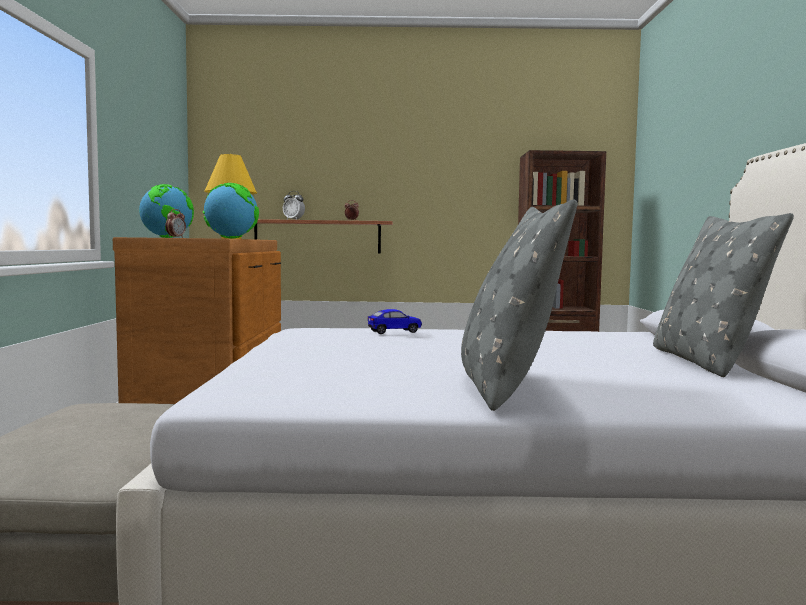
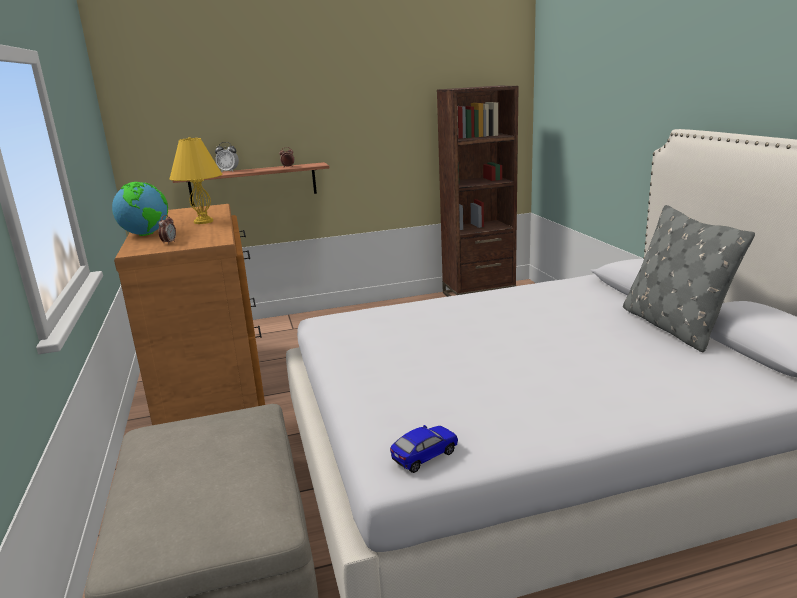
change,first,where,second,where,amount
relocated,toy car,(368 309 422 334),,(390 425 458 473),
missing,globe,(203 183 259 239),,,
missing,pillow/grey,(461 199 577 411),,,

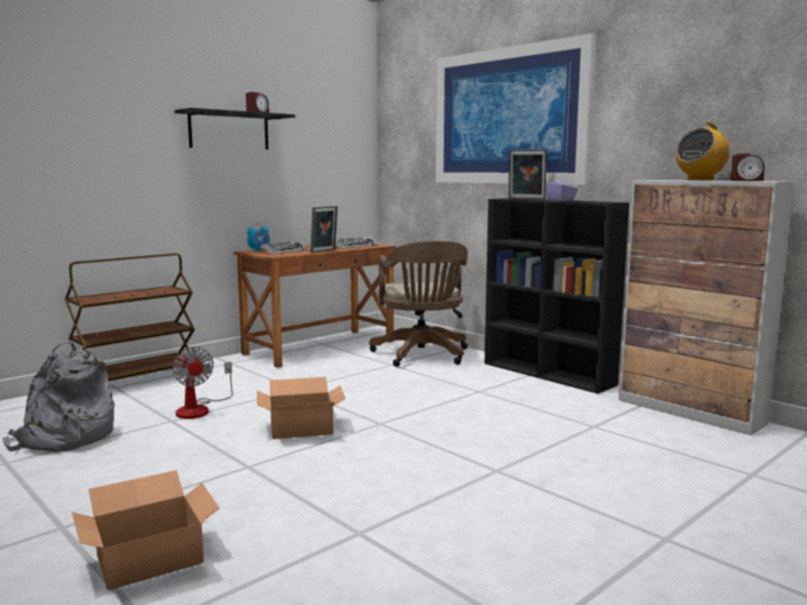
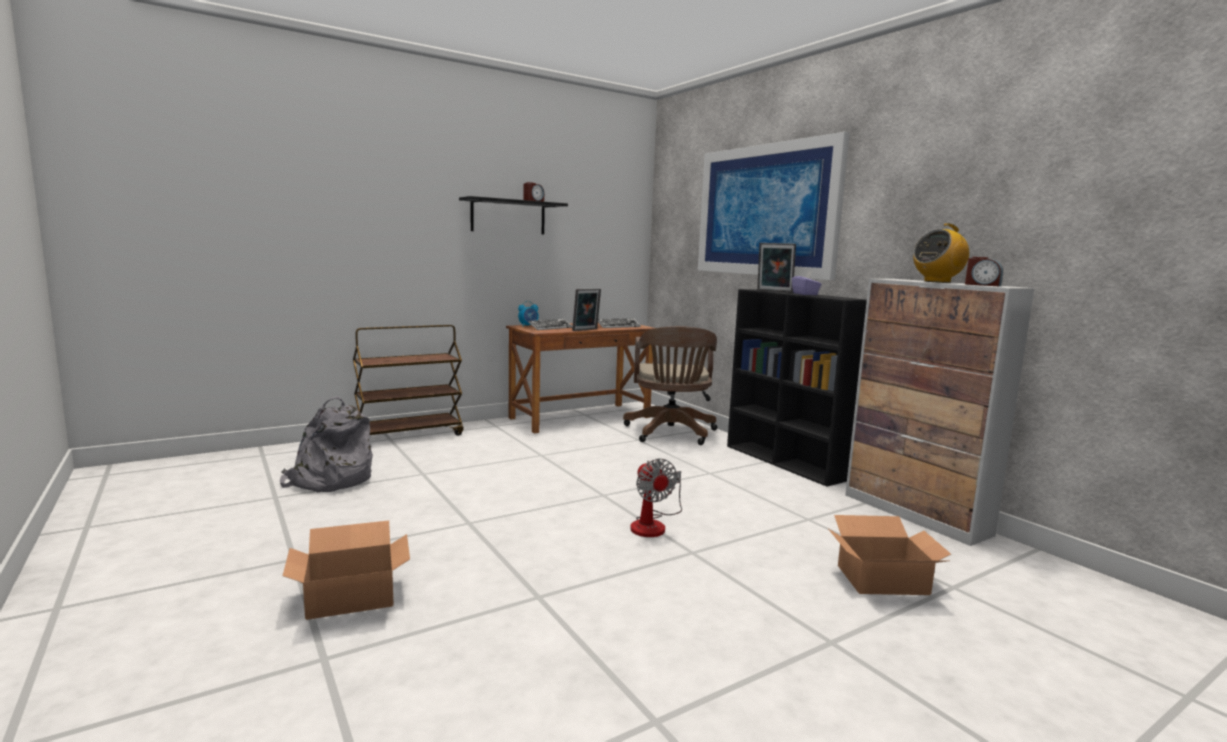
change,first,where,second,where,amount
relocated,fan,(173 346 233 419),,(630 458 682 537),
relocated,cardboard box,(257 377 346 439),,(828 515 951 595),

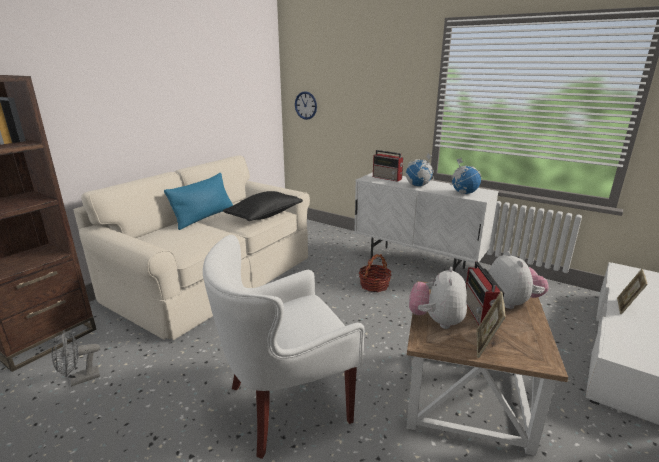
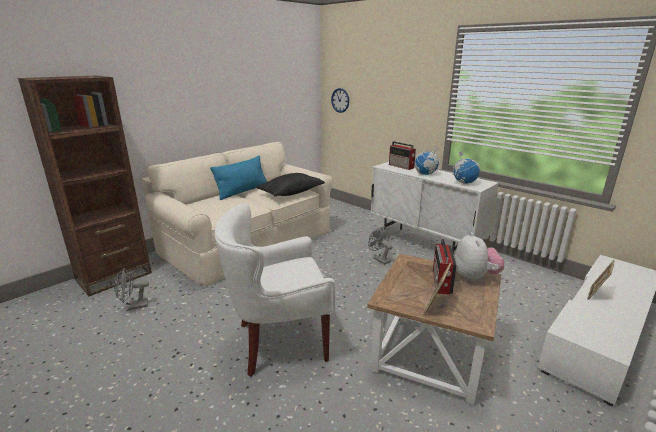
change,first,where,second,where,amount
exchanged,basket,(359 254 391 292),fan/grey,(368 227 393 265),
missing,plush toy,(409 267 467 329),,,

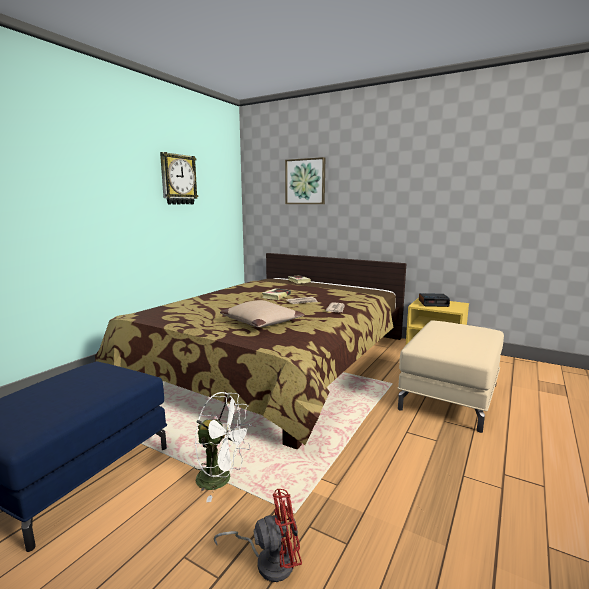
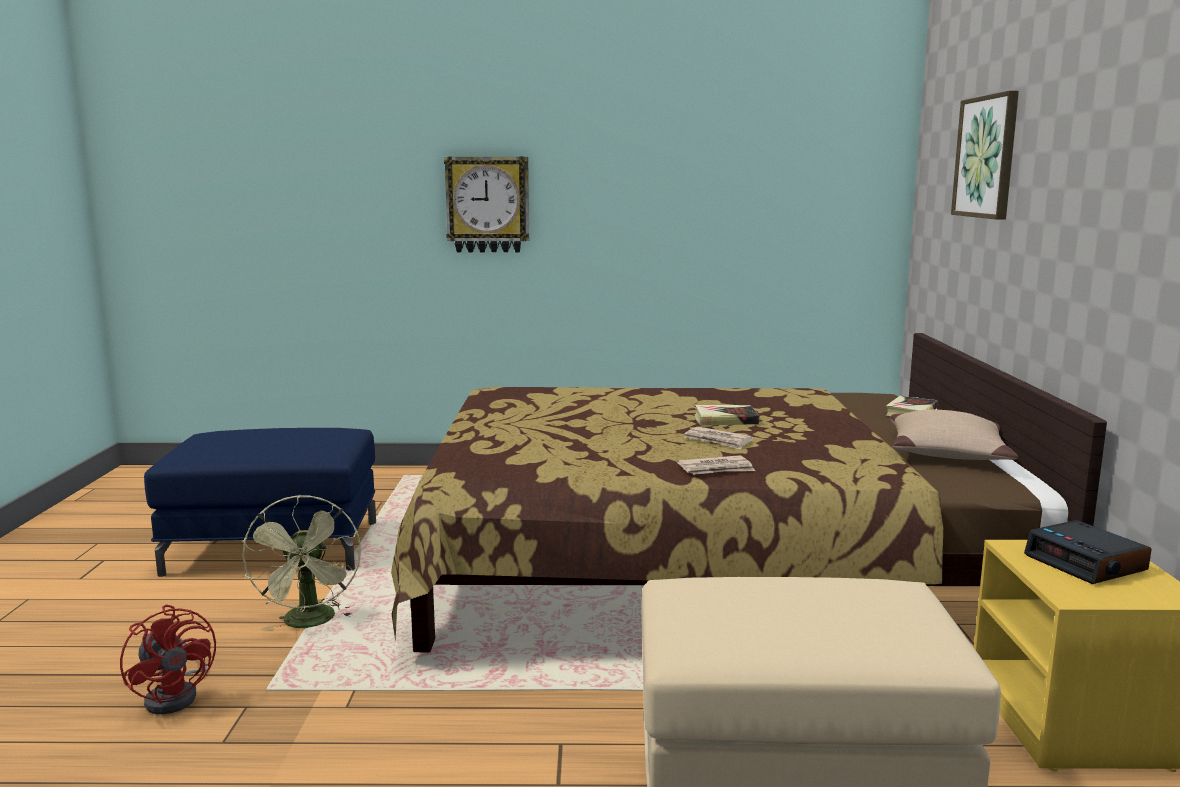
change,first,where,second,where,amount
colour,fan/white,(194 392 252 502),fan/green,(242 495 361 630),
relocated,wall clock,(160 152 198 204),,(444 157 529 252),
relocated,pillow/beige,(220 300 305 327),,(890 410 1018 460),

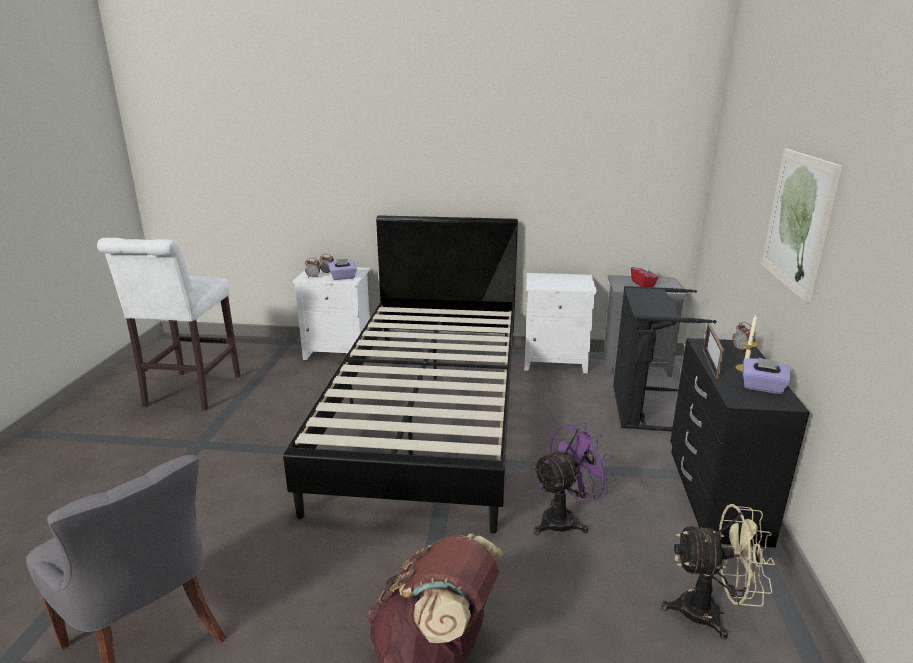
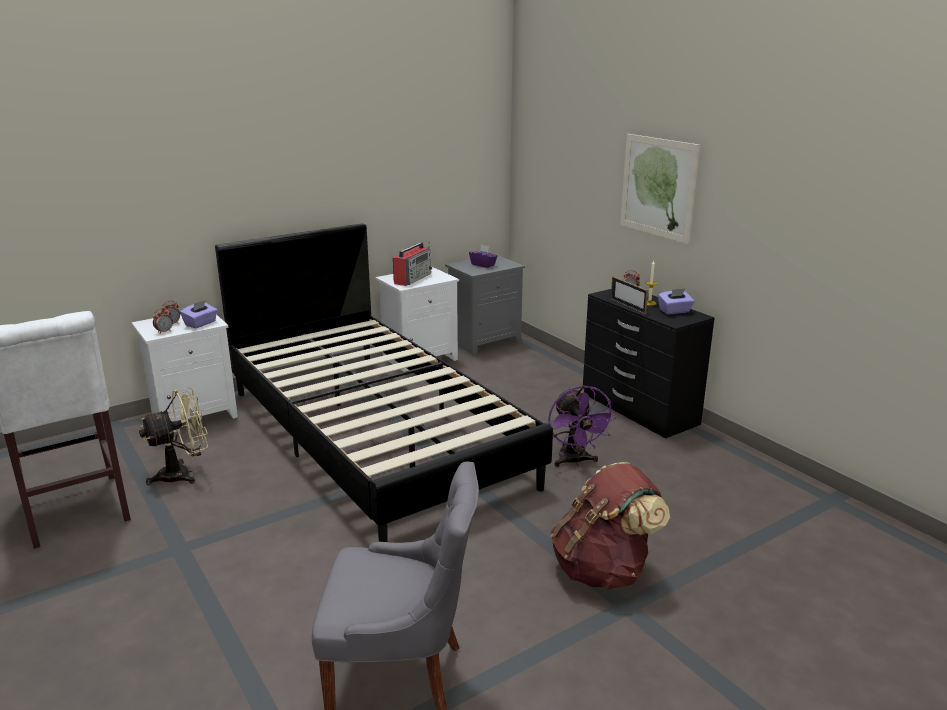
change,first,where,second,where,amount
relocated,fan/beige,(661 504 776 640),,(139 388 208 485),
appeared,,,radio,(393 241 432 286),
colour,tissue box/red,(631 263 658 287),tissue box/purple,(469 245 498 268),
spun,fan/purple,(532 422 616 535),,(548 385 617 467),150 degrees clockwise
missing,laundry basket/black,(613 286 717 432),,,

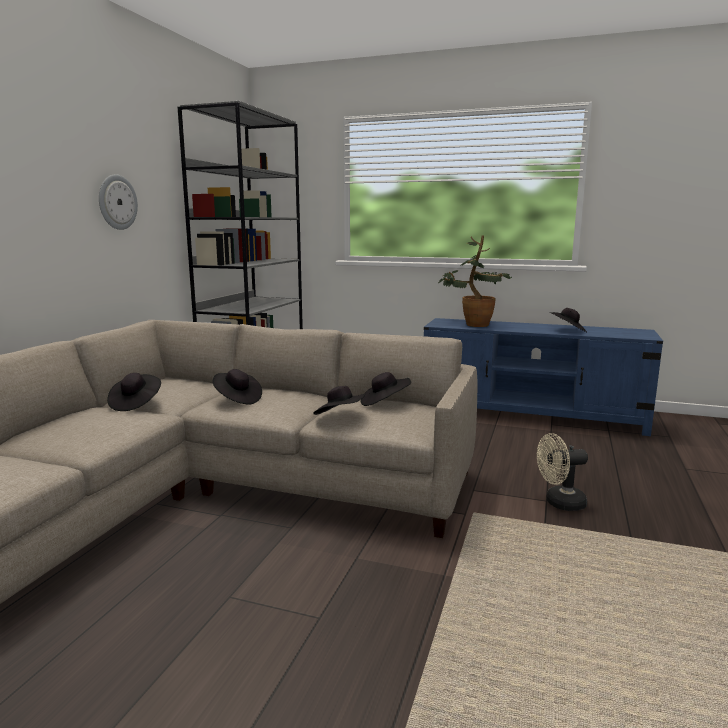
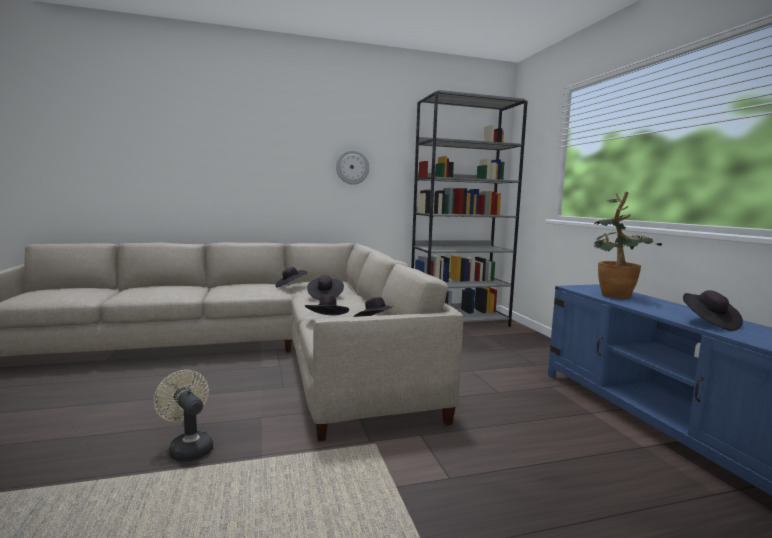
change,first,where,second,where,amount
relocated,fan/beige,(537 433 588 511),,(153 370 213 462),

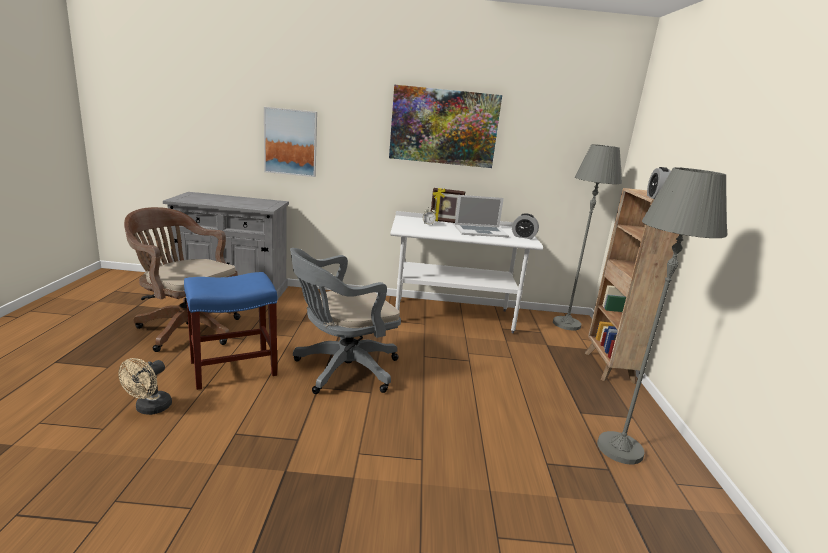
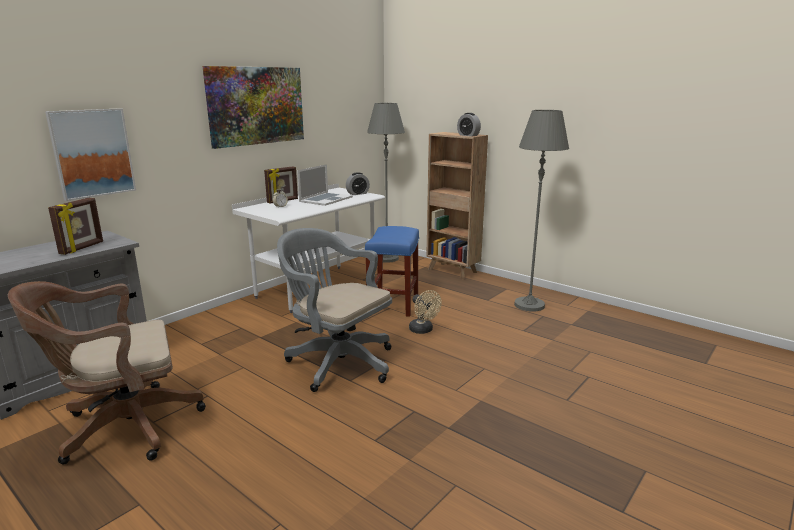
change,first,where,second,where,amount
appeared,,,picture frame,(48 198 103 255),
spun,office chair/grey,(290 248 401 394),,(277 228 392 392),120 degrees clockwise
relocated,stool/blue,(184 272 277 390),,(365 226 420 317),
relocated,fan/beige,(118 358 172 415),,(409 290 442 334),

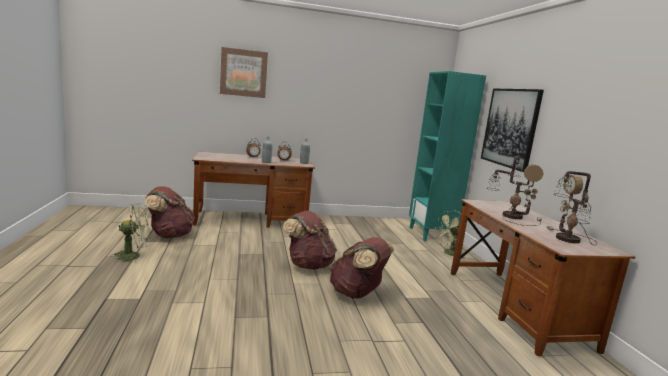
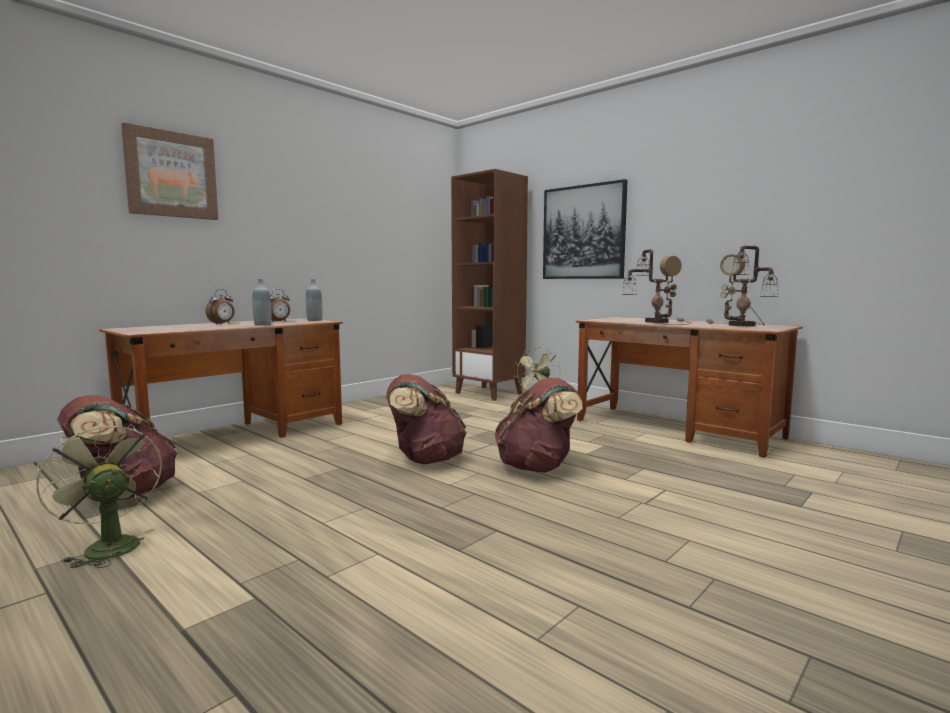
change,first,where,second,where,amount
spun,fan/green,(110 203 150 263),,(36 421 162 568),75 degrees counterclockwise
colour,bookcase/turquoise,(409 71 486 241),bookcase/brown,(451 169 528 401),

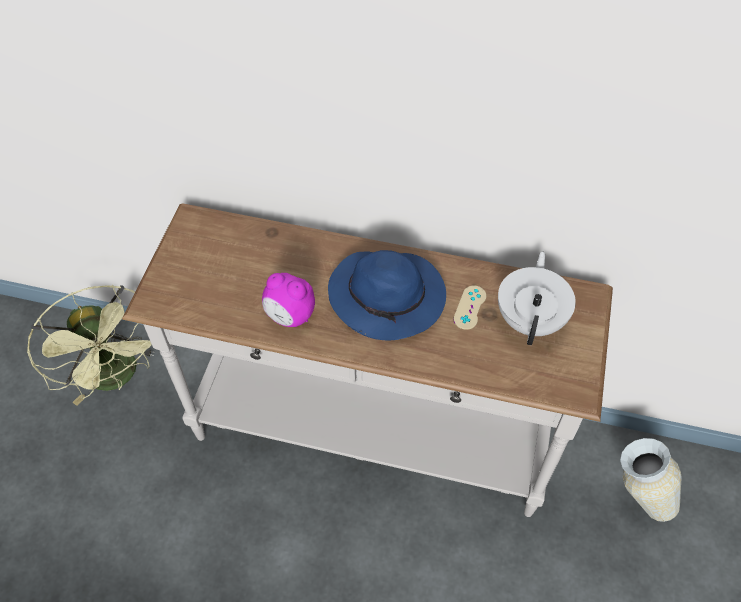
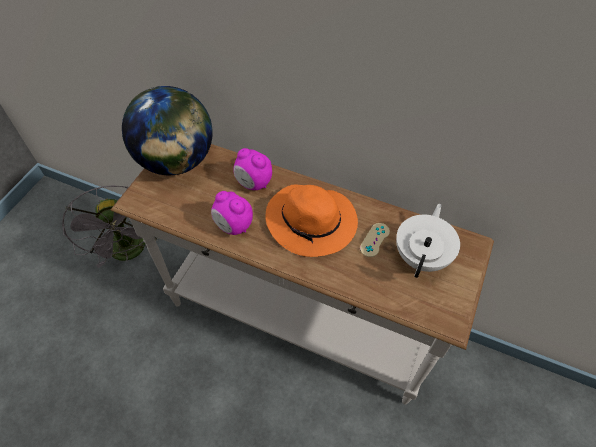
change,first,where,second,where,amount
colour,fan/green,(27 285 155 406),fan/grey,(62 185 159 268),
appeared,,,globe,(122 86 213 176),
appeared,,,alarm clock,(233 148 272 190),
colour,hat/blue,(328 250 446 341),hat/orange,(265 184 358 257),
missing,vase,(620 438 682 522),,,

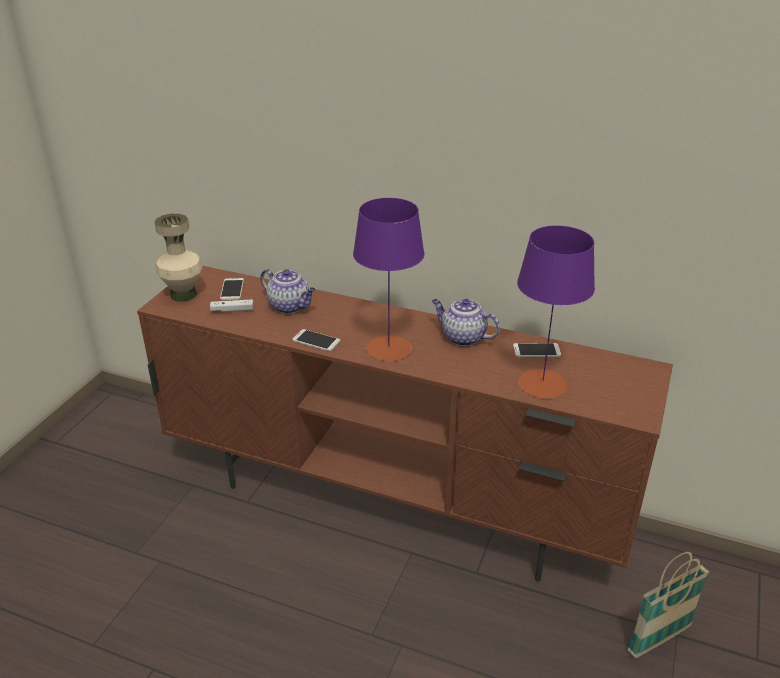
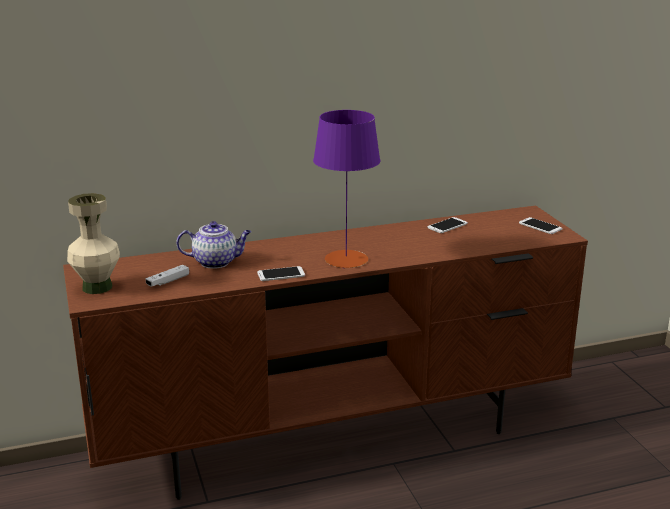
change,first,where,second,where,amount
relocated,phone,(220 278 244 300),,(519 217 562 234),
missing,teapot,(432 299 500 346),,,
missing,table lamp/purple,(517 225 595 399),,,
missing,basket,(628 552 709 658),,,

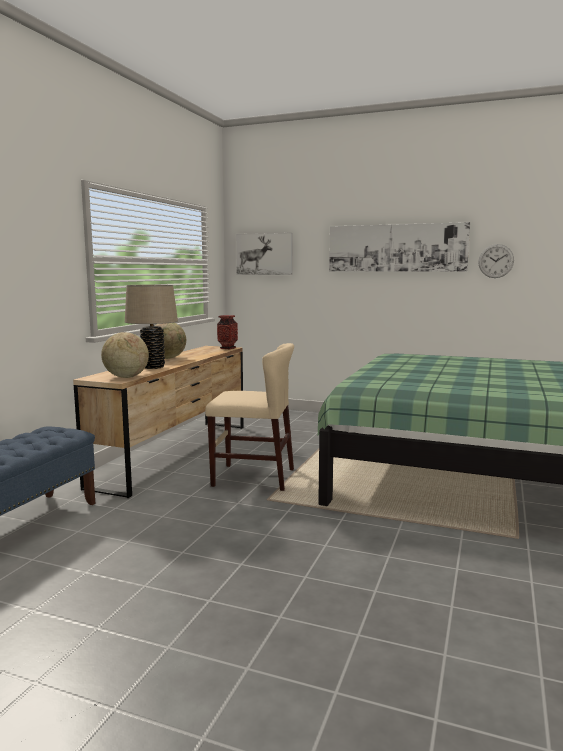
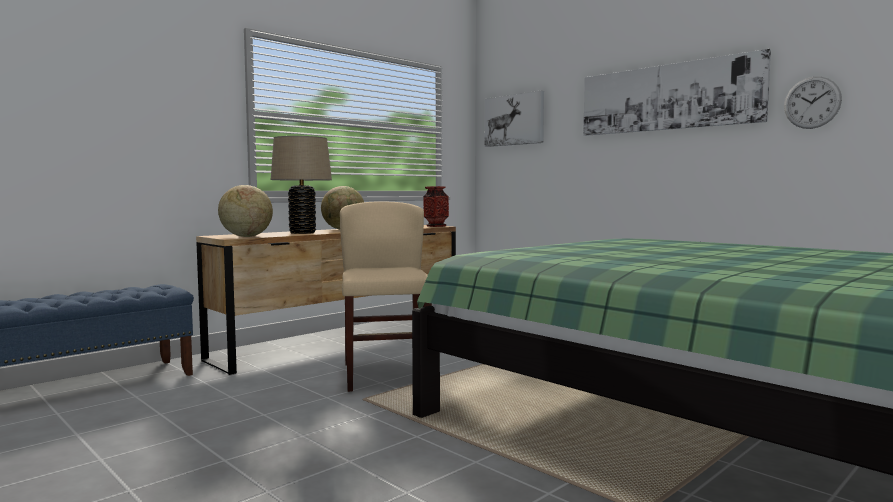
change,first,where,second,where,amount
spun,chair/beige,(205 343 294 491),,(340 202 432 392),135 degrees counterclockwise

